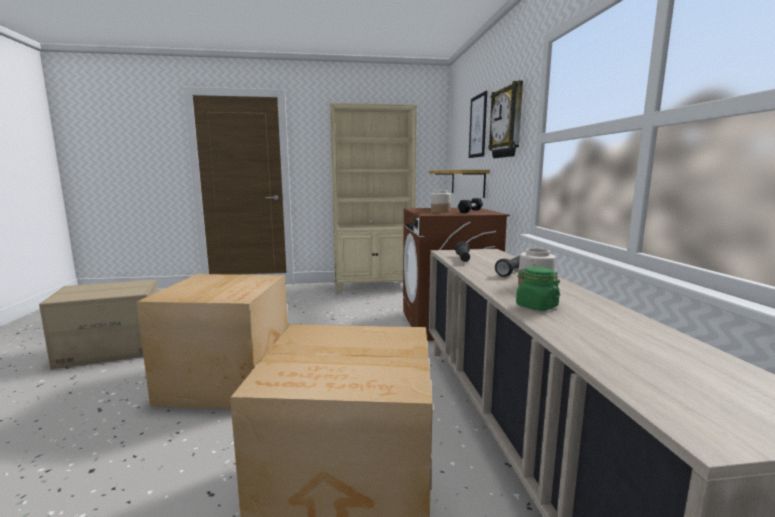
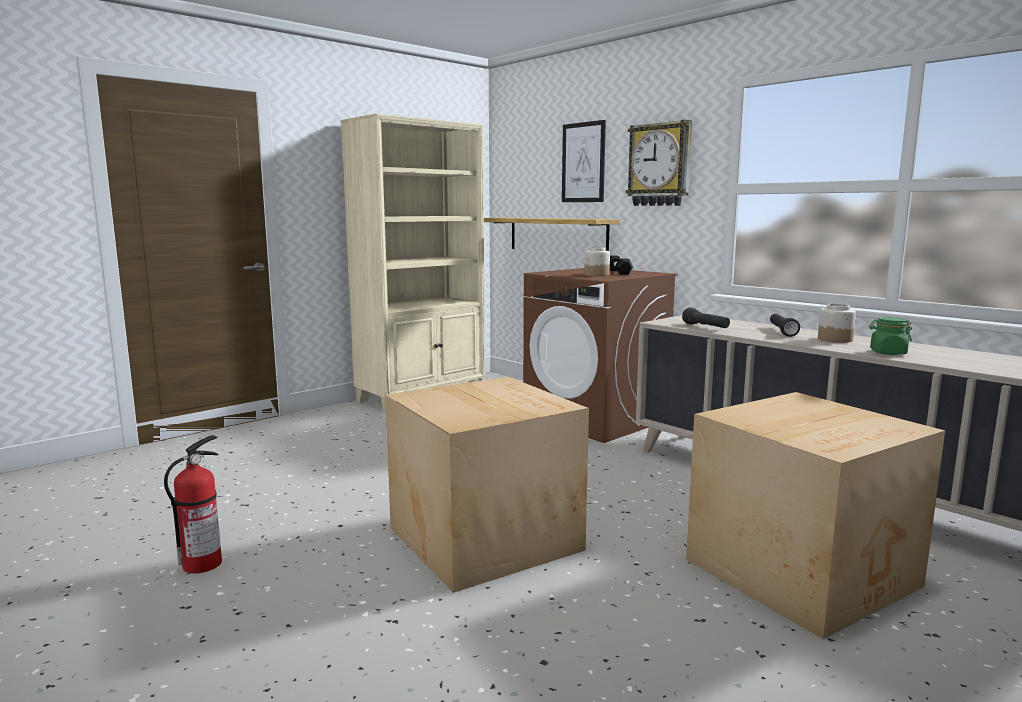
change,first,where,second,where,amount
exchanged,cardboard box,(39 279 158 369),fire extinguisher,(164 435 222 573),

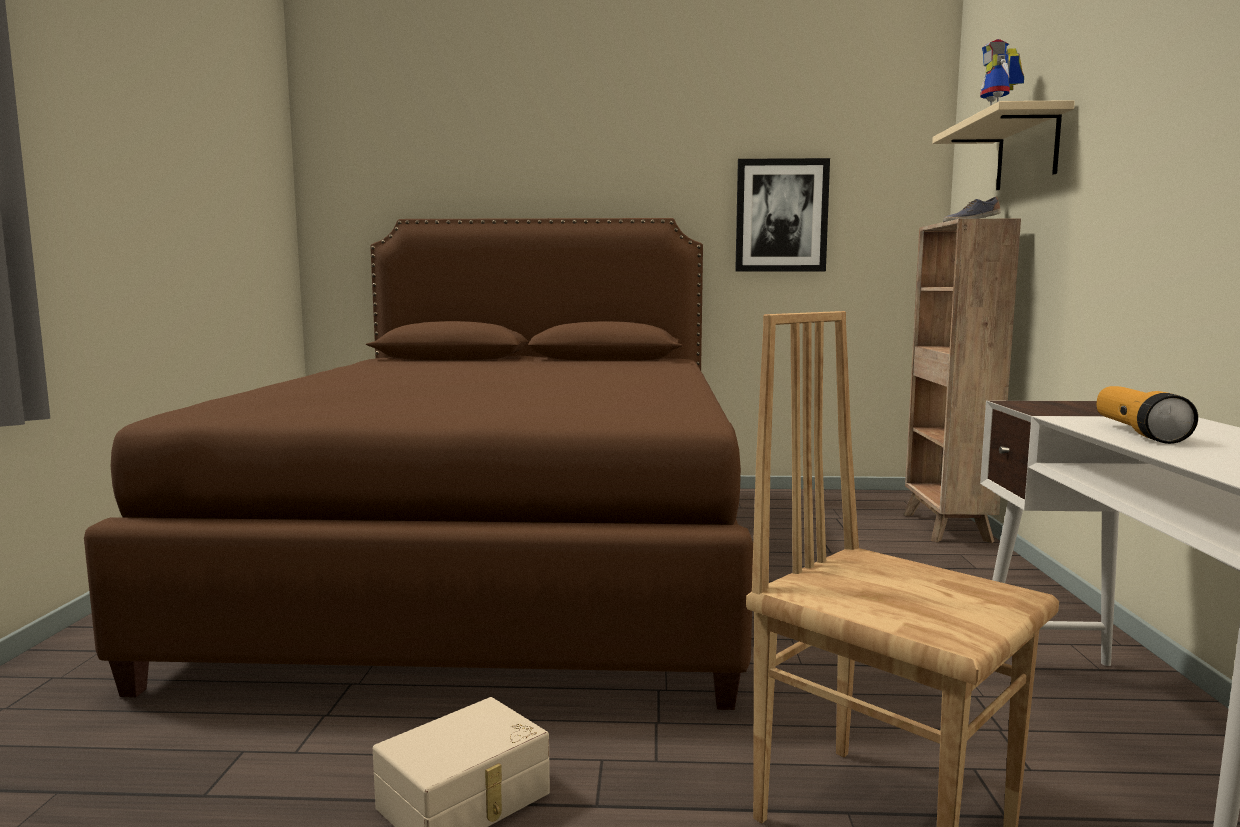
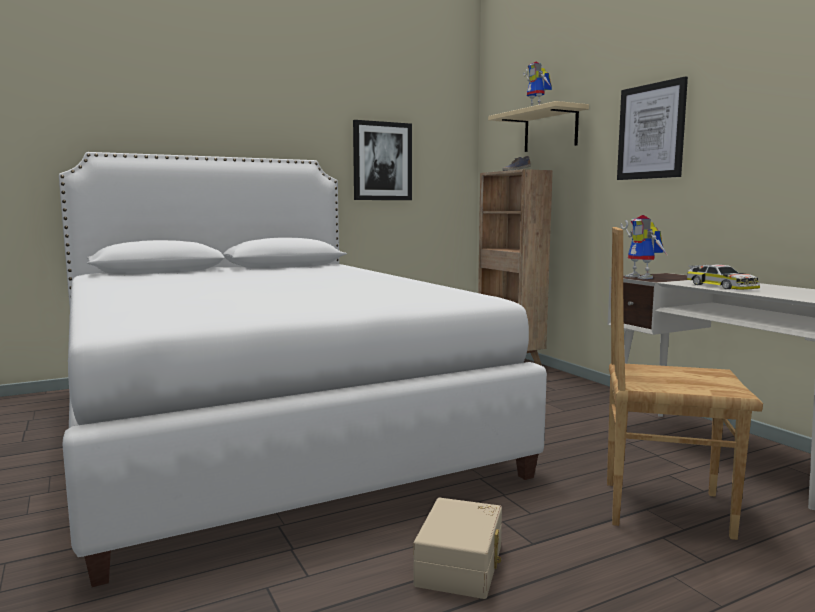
change,first,where,second,where,amount
colour,bed/brown,(84 218 753 710),bed/white,(59 152 547 587),
appeared,,,picture,(617 76 688 180),
appeared,,,toy robot,(620 215 668 279),
exchanged,flashlight,(1096 386 1198 444),toy car,(687 265 760 290),

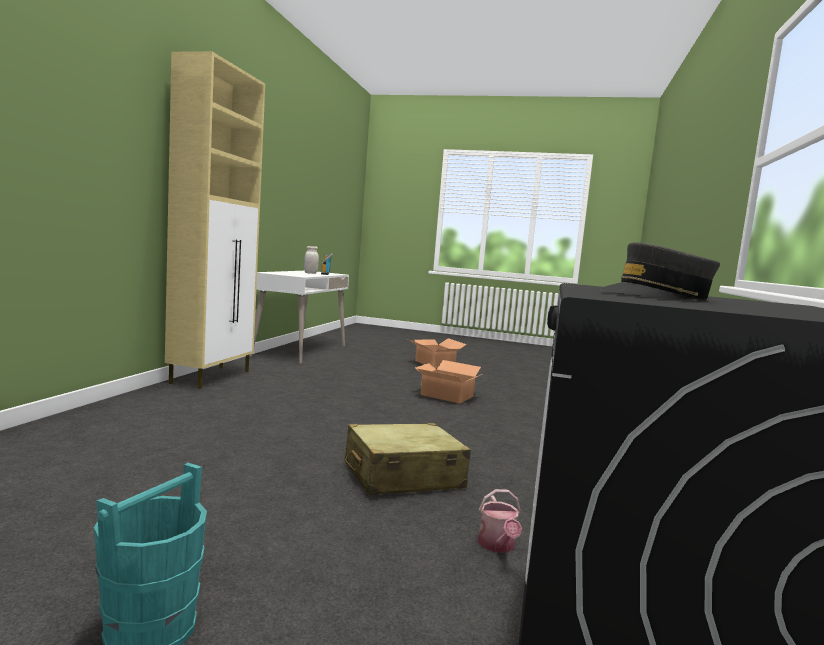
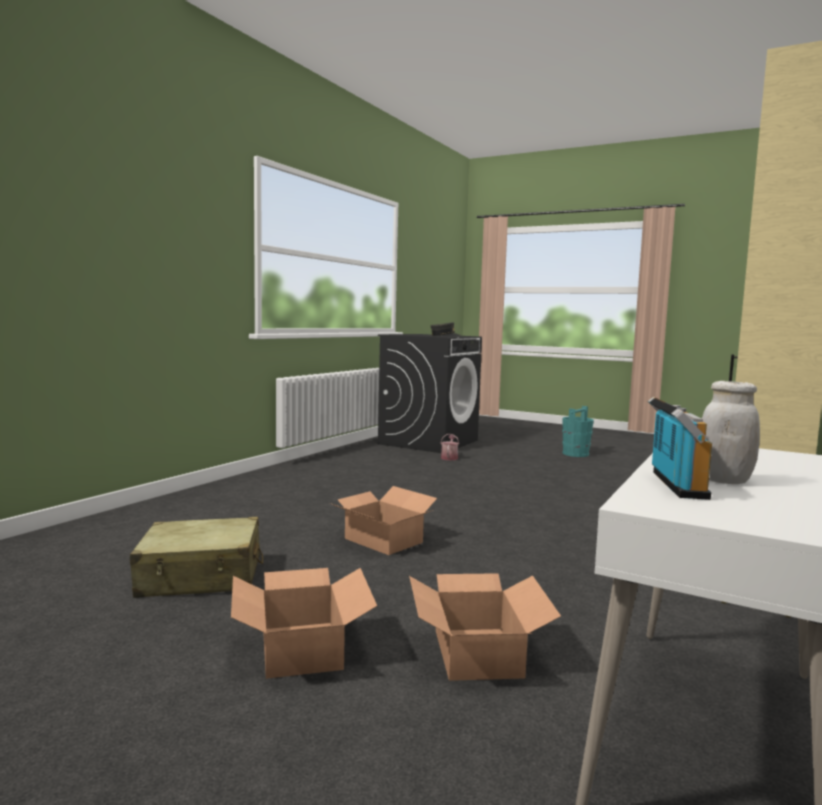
change,first,where,second,where,amount
relocated,suitcase/beige,(345 423 471 495),,(130 517 263 598),
appeared,,,cardboard box,(409 573 561 681),

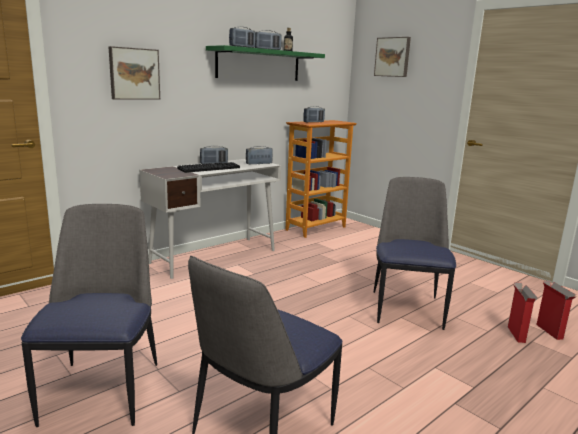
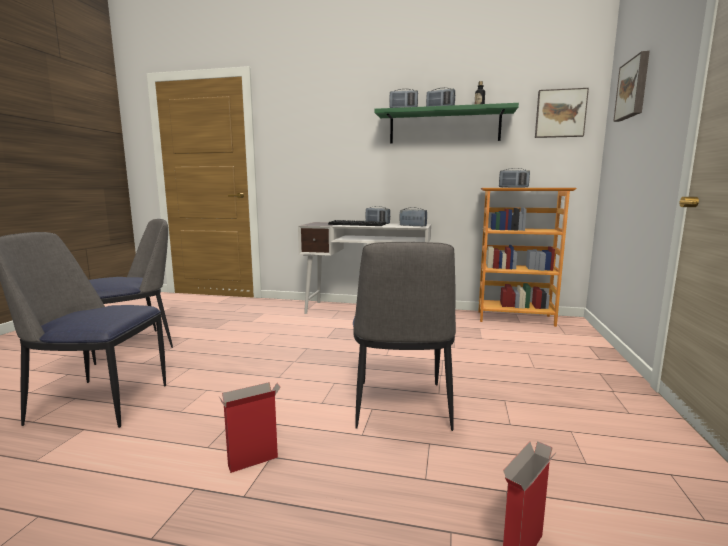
change,first,where,second,where,amount
relocated,cardboard box,(508 282 538 343),,(219 382 281 473),
spun,chair,(374 177 456 330),,(353 242 456 431),120 degrees clockwise
relocated,picture,(109 46 160 99),,(535 88 589 138),

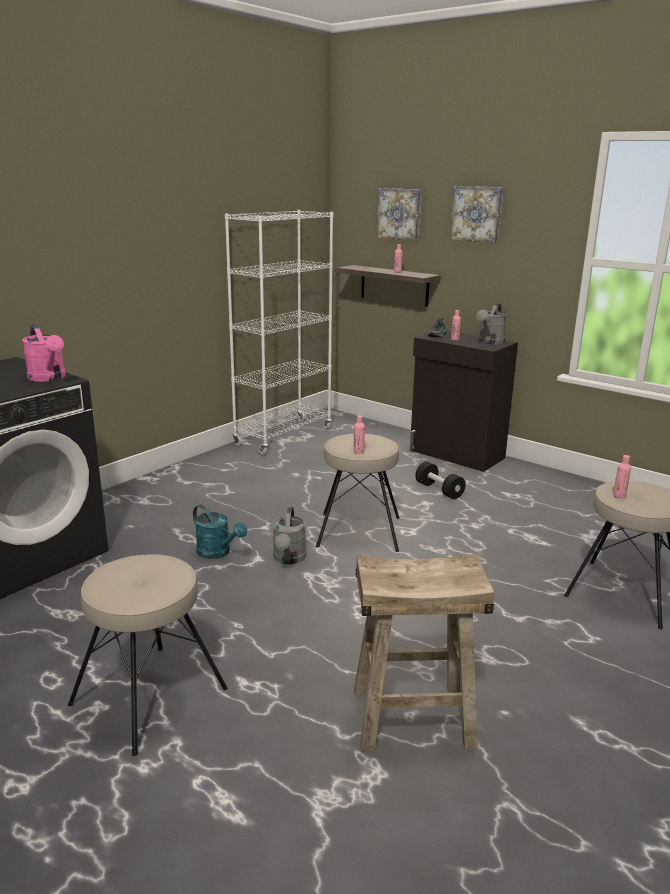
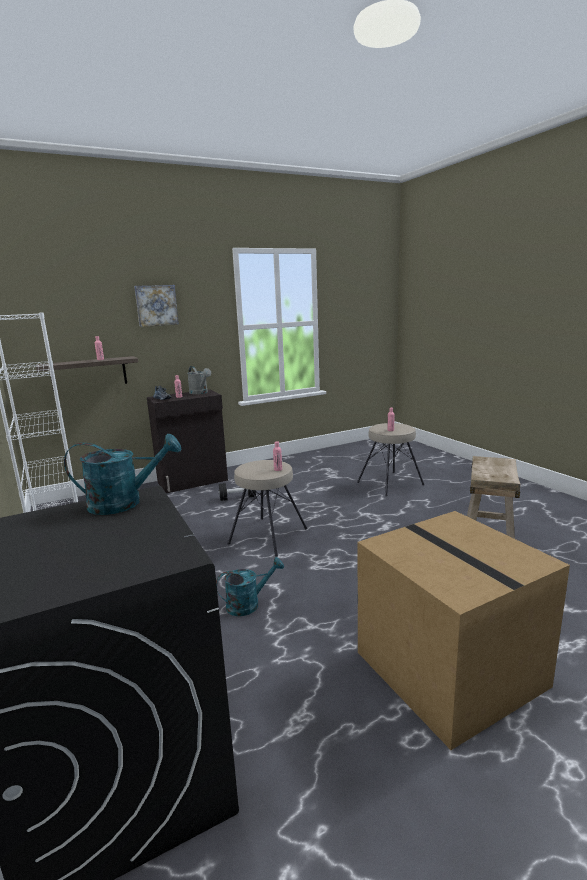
change,first,where,second,where,amount
colour,watering can/pink,(22 324 66 382),watering can/turquoise,(64 434 181 515),
exchanged,stool/beige,(68 554 228 756),cardboard box,(358 511 570 750),
missing,watering can/grey,(273 507 306 564),,,
missing,picture,(377 188 422 241),,,

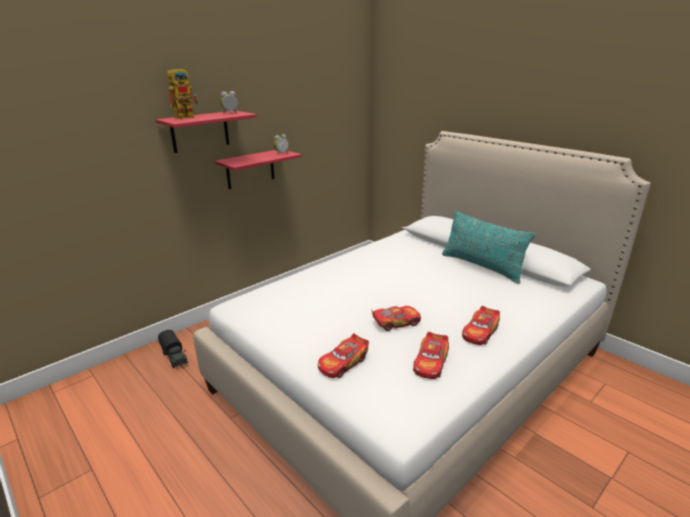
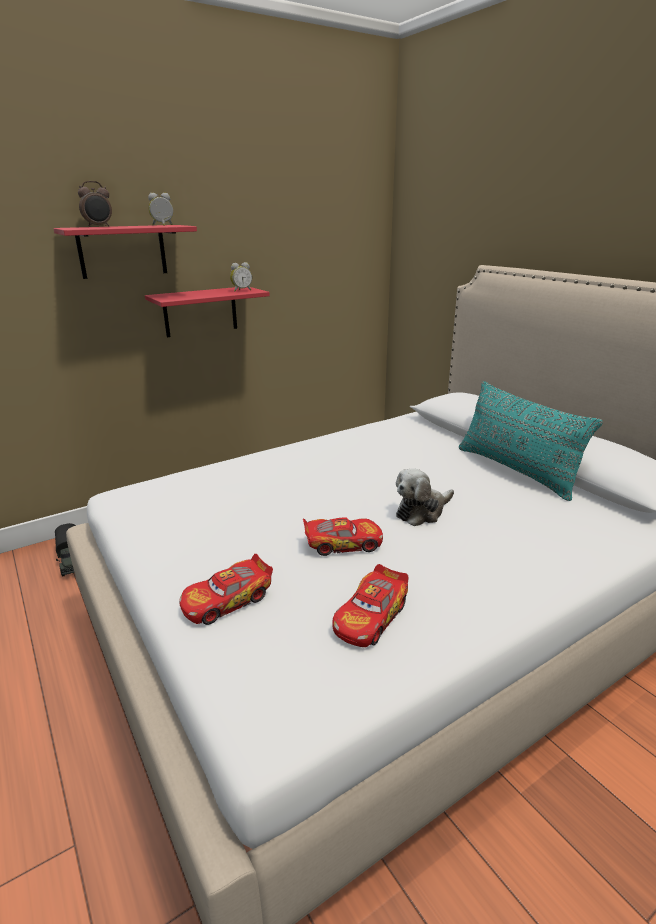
change,first,where,second,where,amount
exchanged,toy robot,(167 67 198 119),alarm clock,(78 181 112 227),
appeared,,,plush toy,(396 468 454 526),
missing,toy car,(462 306 500 345),,,

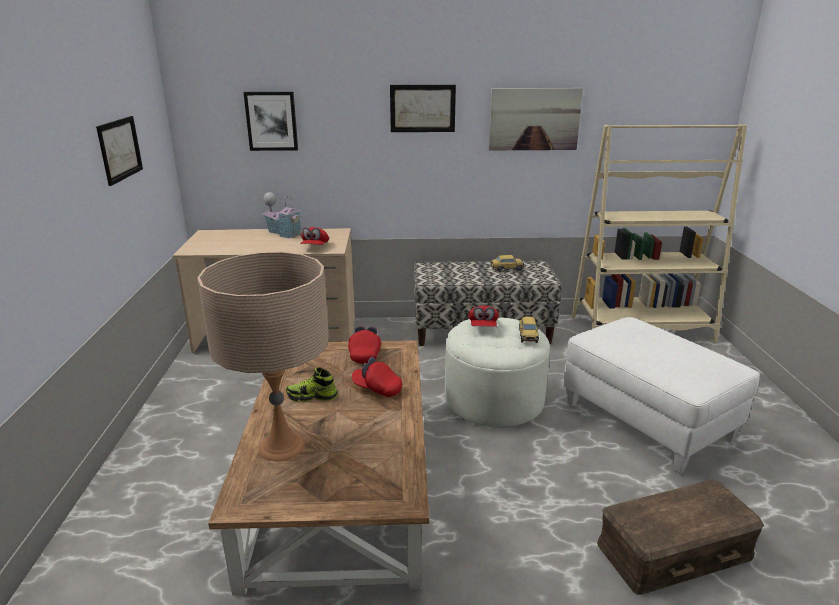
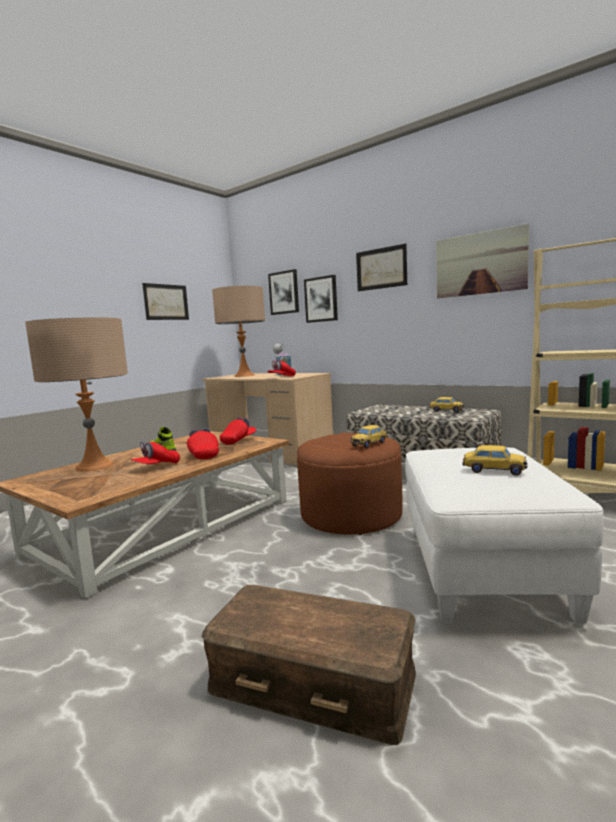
change,first,where,second,where,amount
relocated,cap/red,(468 306 499 327),,(131 441 180 464),
appeared,,,table lamp/beige,(212 286 265 377),
colour,ottoman/white,(445 317 550 428),ottoman/brown,(297 433 403 535),
appeared,,,picture,(304 275 338 323),
appeared,,,toy car,(463 445 528 476),

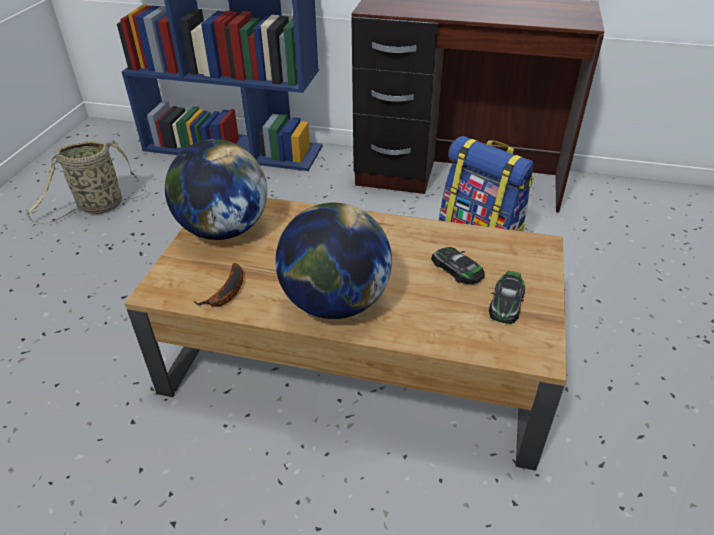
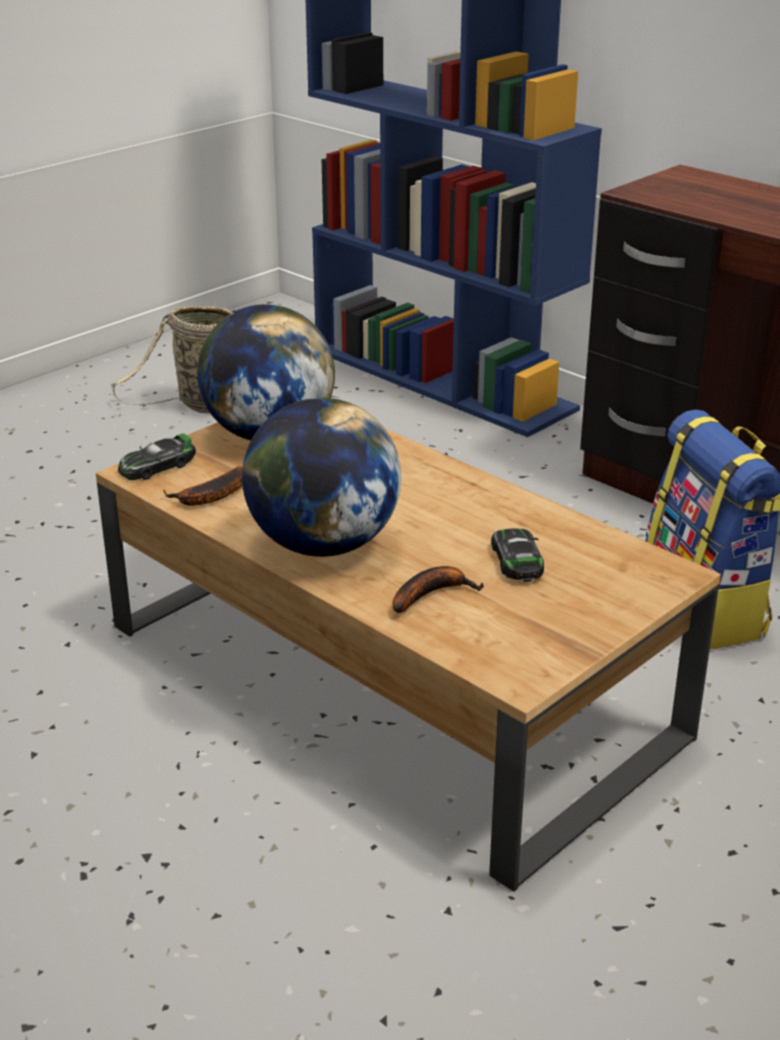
change,first,where,second,where,amount
relocated,toy car,(489 271 525 324),,(118 433 196 480),
appeared,,,banana,(392 566 484 613),

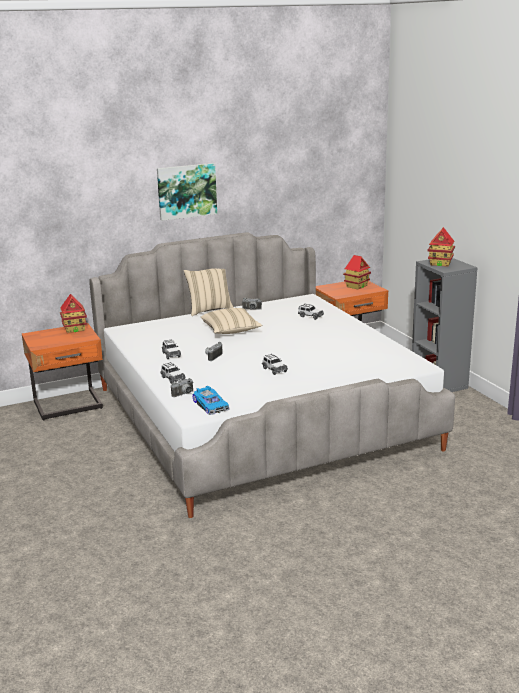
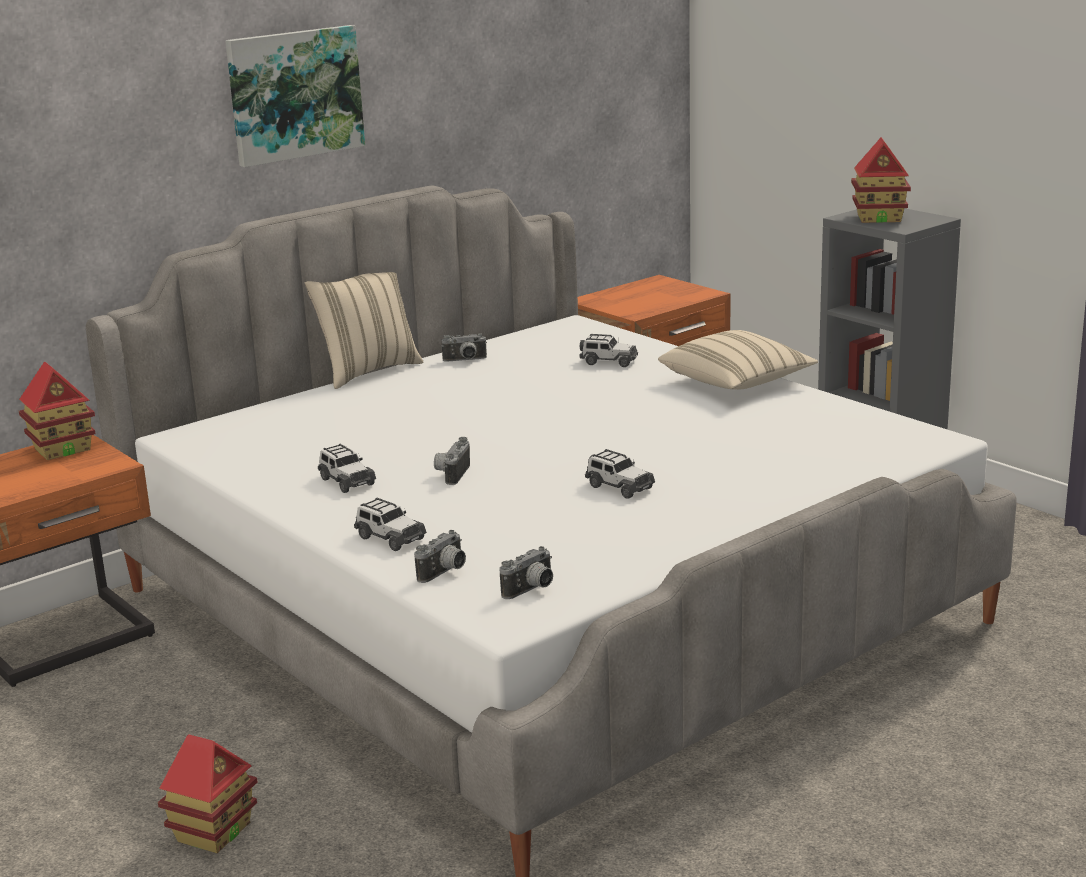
change,first,where,second,where,amount
relocated,toy house,(343 255 371 289),,(158 734 257 853),
exchanged,toy car,(193 386 230 415),photo camera,(499 546 553 599),
relocated,pillow/beige,(201 308 263 334),,(658 330 818 390),

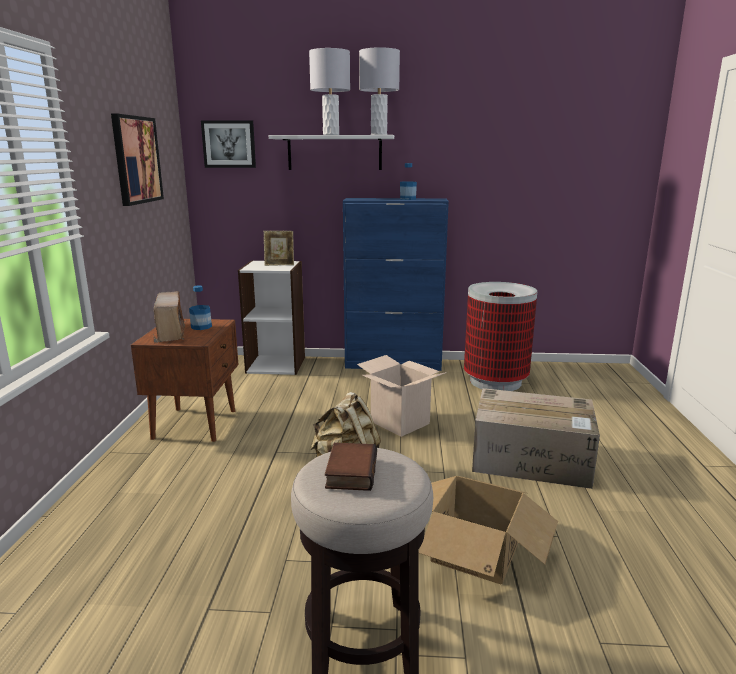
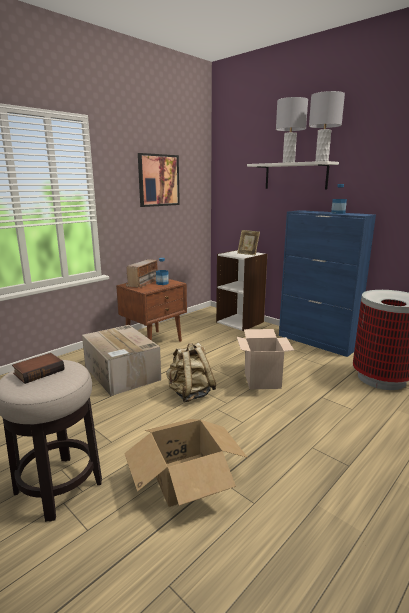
change,first,where,second,where,amount
relocated,cardboard box,(472 388 600 489),,(82 325 161 396),
missing,picture,(201 120 256 168),,,

